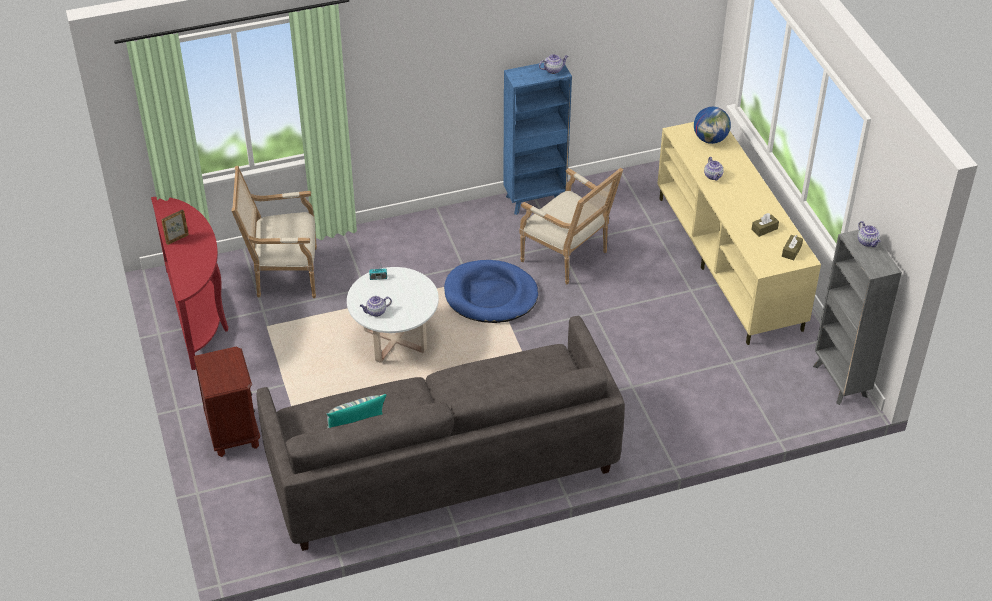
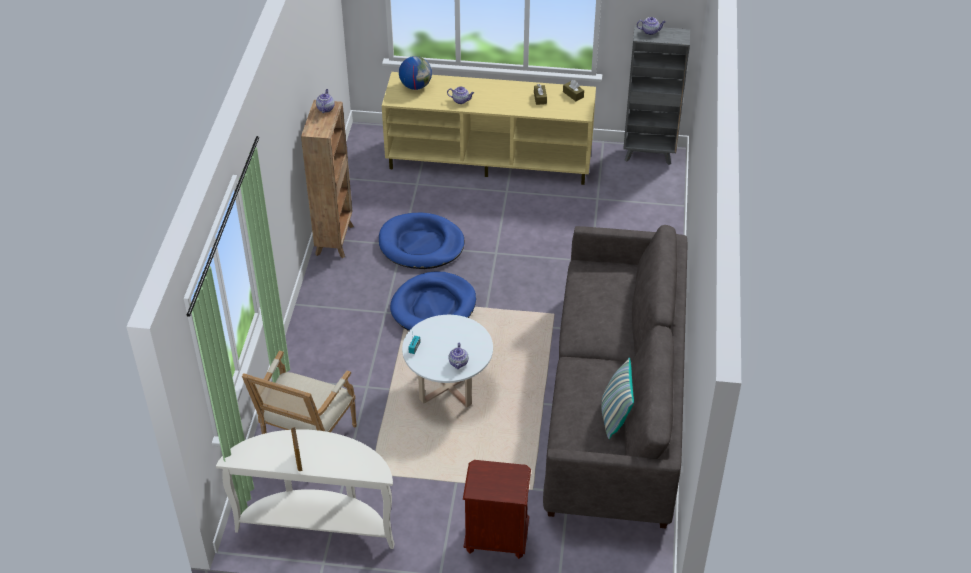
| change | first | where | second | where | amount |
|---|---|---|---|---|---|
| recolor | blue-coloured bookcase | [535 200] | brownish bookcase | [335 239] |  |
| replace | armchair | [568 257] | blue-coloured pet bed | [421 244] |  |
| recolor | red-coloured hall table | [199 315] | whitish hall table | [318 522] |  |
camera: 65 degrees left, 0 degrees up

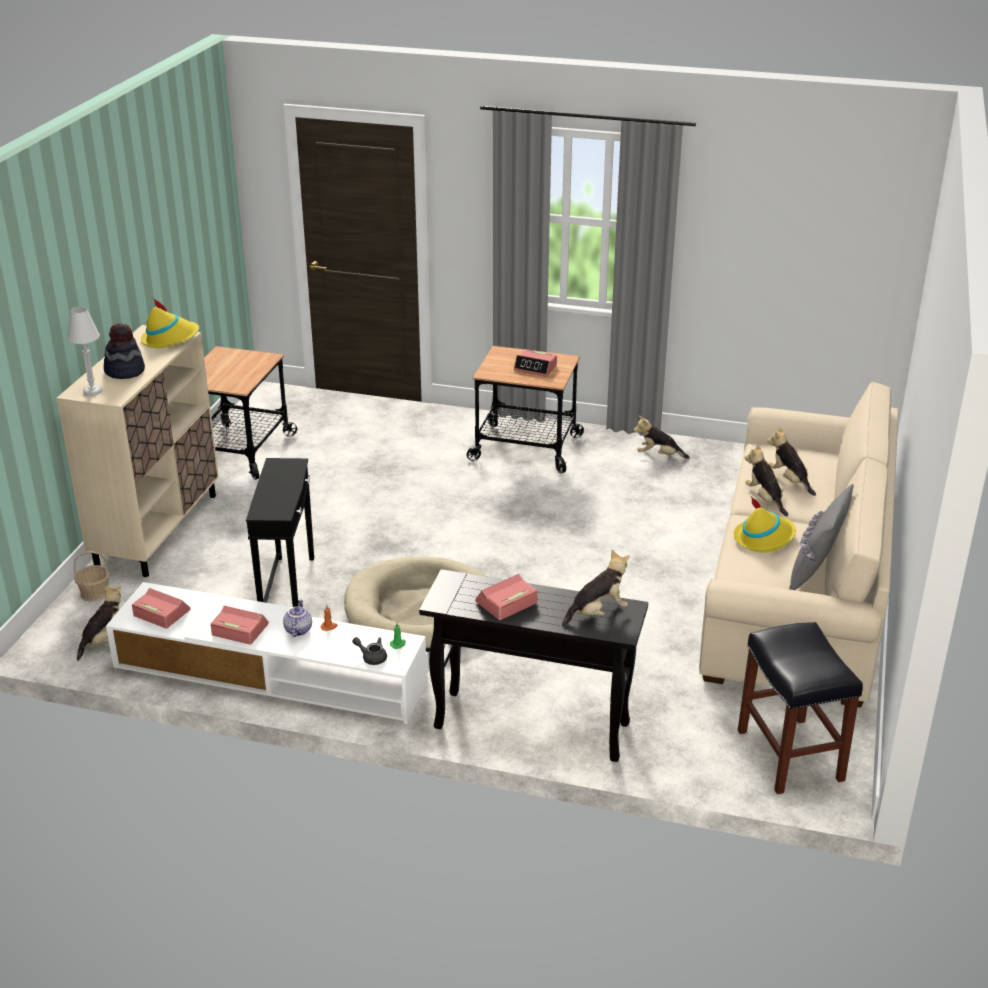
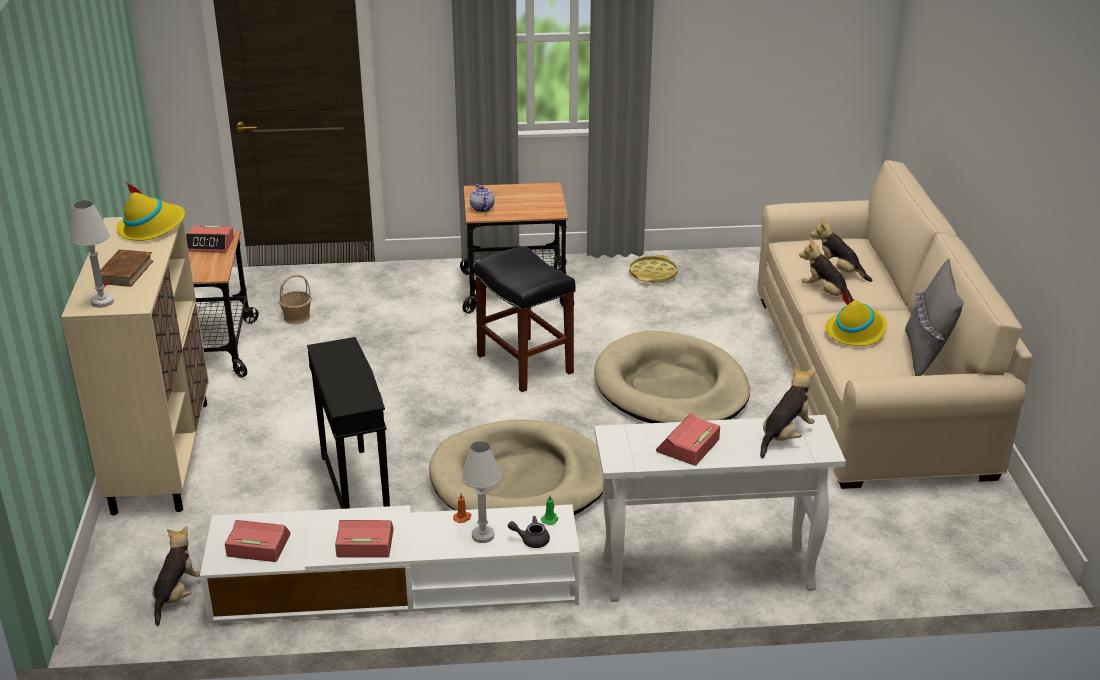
| change | first | where | second | where | amount |
|---|---|---|---|---|---|
| replace | clothing hat | [125 371] | brownish volume | [124 272] |  |
| move | bedside clock | [535 368] |  | [210 245] |  |
| replace | soft toy | [658 455] | yellow serving tray | [653 274] |  |
| move | basket | [94 593] |  | [296 317] |  |
| recolor | blackish hall table | [530 726] | whitish hall table | [705 575] |  |
| move | tea pot | [297 630] |  | [481 208] |  |
| move | blackish stool | [791 756] |  | [526 364] |  |
| insert |  |  | beige pet bed | [671 388] |  |
| insert |  |  | whitish tabletop lamp | [483 535] |  |
camera: 20 degrees left, 0 degrees up

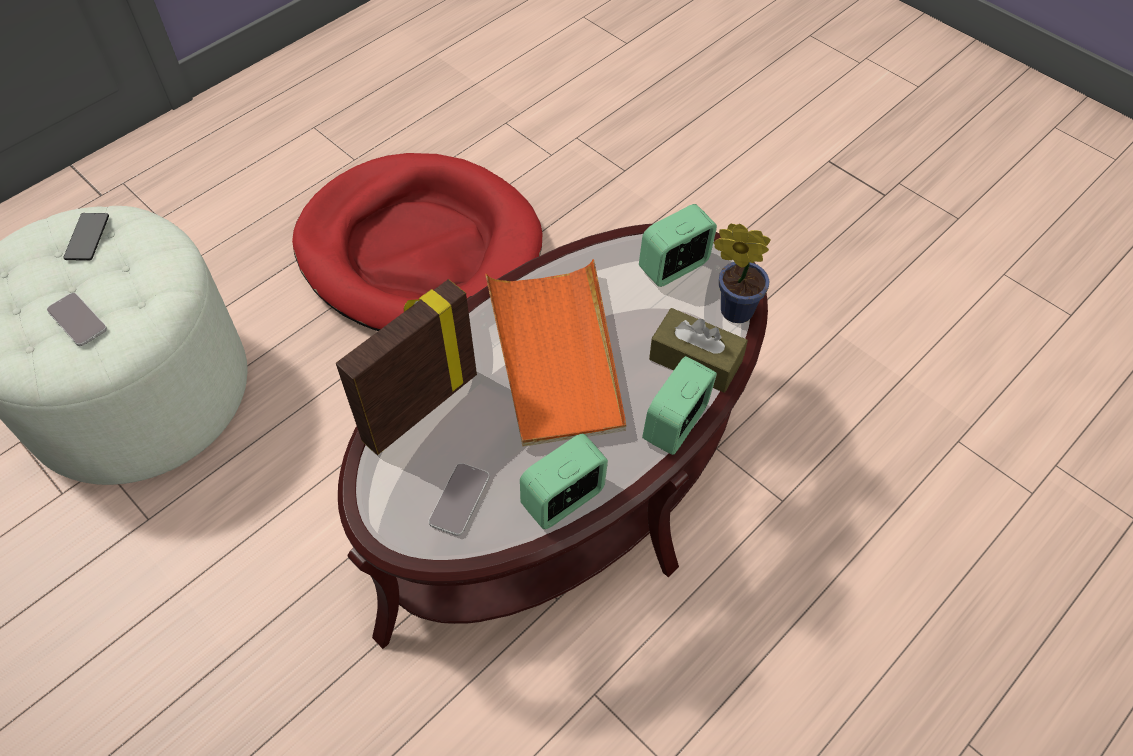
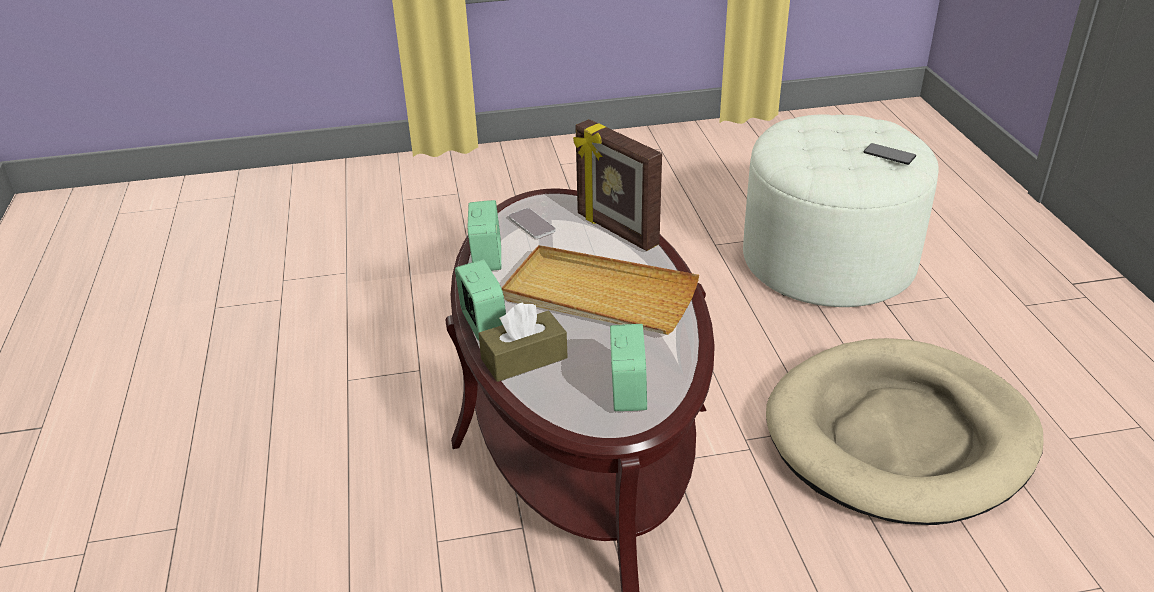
| change | first | where | second | where | amount |
|---|---|---|---|---|---|
| recolor | red-coloured pet bed | [420 250] | beige pet bed | [900 436] |  |
| delete | potted plant | [732 309] |  |  |  |
| recolor | orange serving tray | [556 356] | beige serving tray | [598 296] |  |
| rotate | photo frame | [419 406] |  | [616 230] | 150 degrees clockwise |
| delete | telephone | [77 320] |  |  |  |
camera: 125 degrees right, 20 degrees down

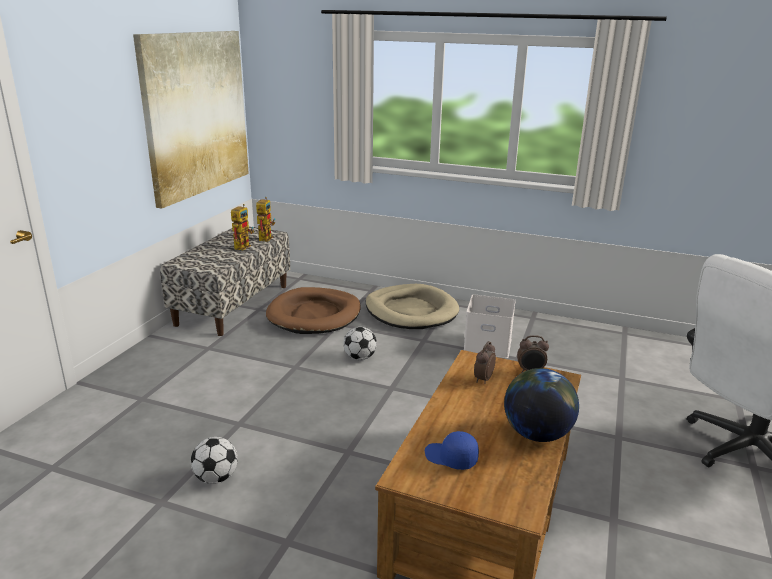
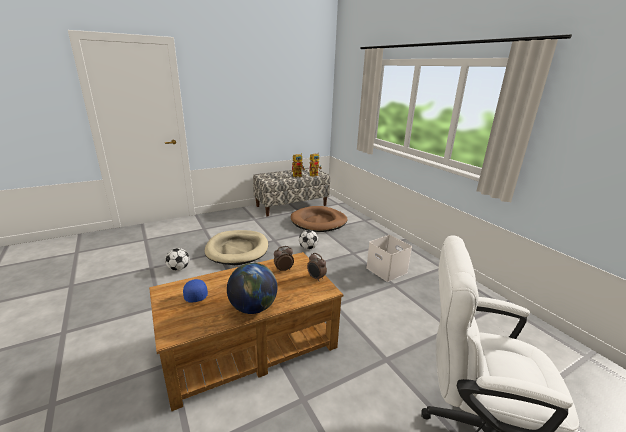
| change | first | where | second | where | amount |
|---|---|---|---|---|---|
| delete | wall picture | [196 114] |  |  |  |
| move | beige pet bed | [411 311] |  | [237 249] |  |
camera: 40 degrees right, 0 degrees up

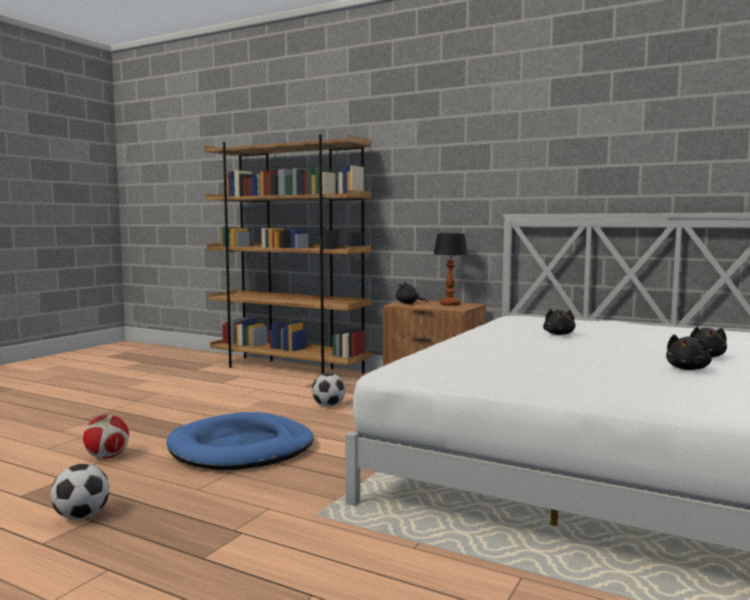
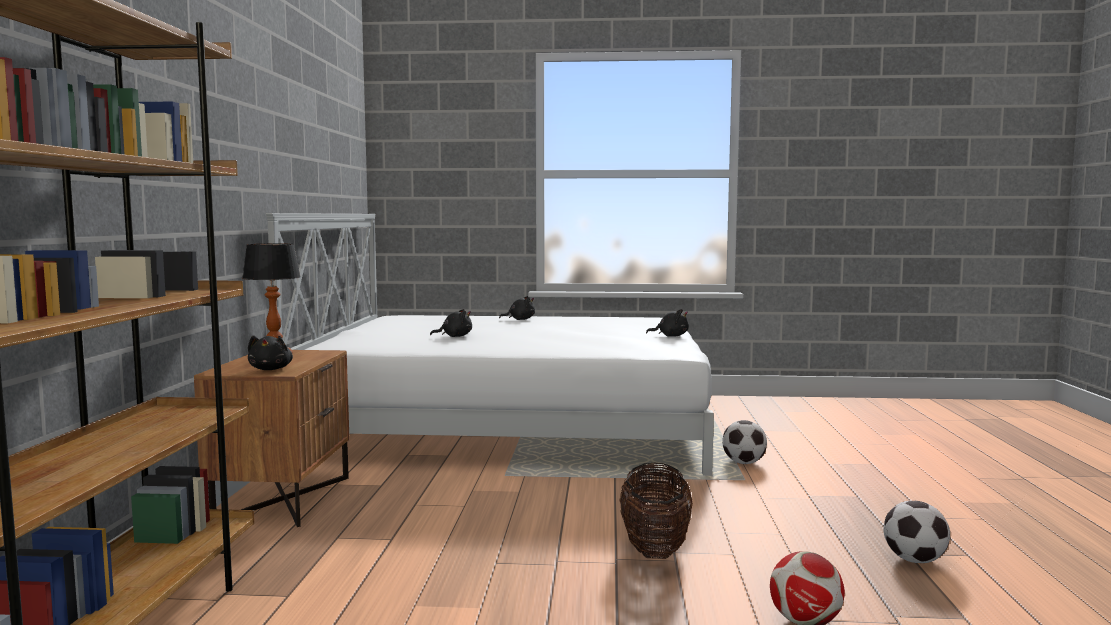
| change | first | where | second | where | amount |
|---|---|---|---|---|---|
| move | blackish soft toy | [688 369] |  | [670 336] |  |
| move | football | [328 406] |  | [743 463] |  |
| replace | blue-coloured pet bed | [242 448] | basket | [655 548] |  |
camera: 115 degrees left, 0 degrees up

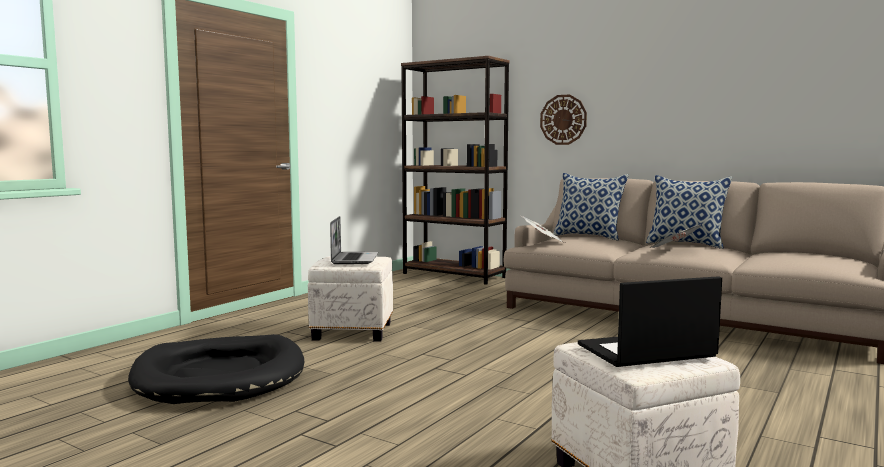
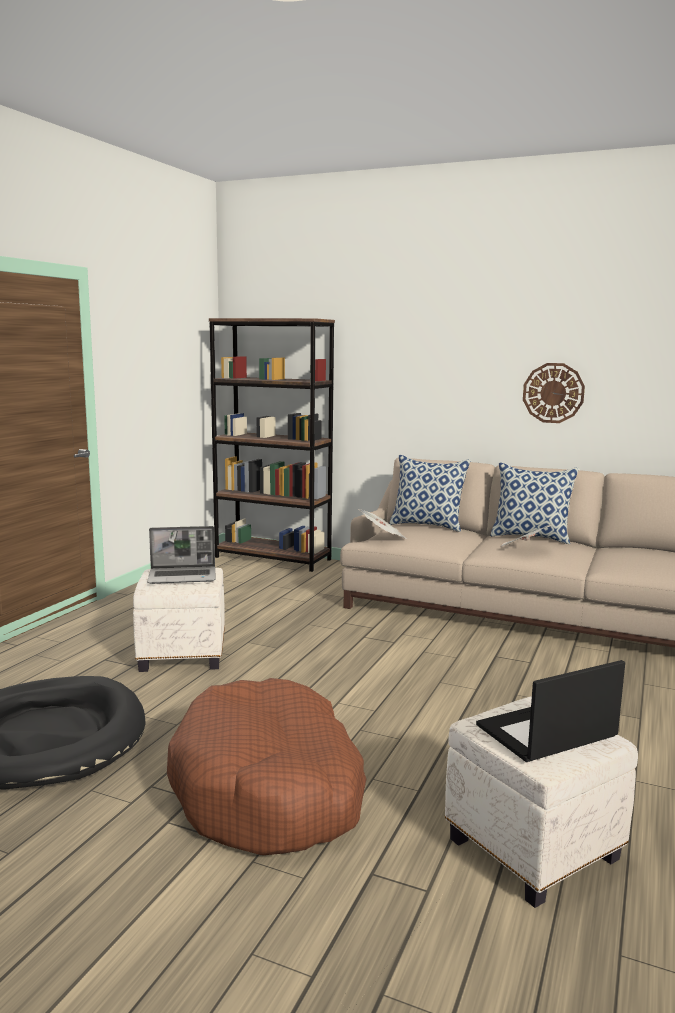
| change | first | where | second | where | amount |
|---|---|---|---|---|---|
| move | wall clock | [563 119] |  | [553 393] |  |
| rotate | laptop | [354 259] |  | [183 576] | 90 degrees clockwise |
| insert |  |  | brownish pet bed | [269 789] |  |
camera: 10 degrees left, 5 degrees up

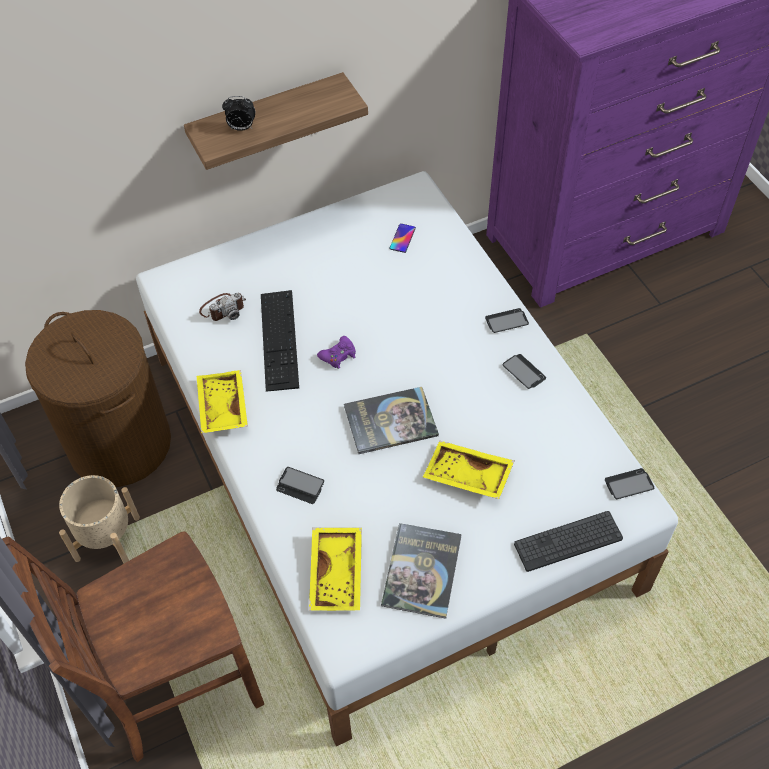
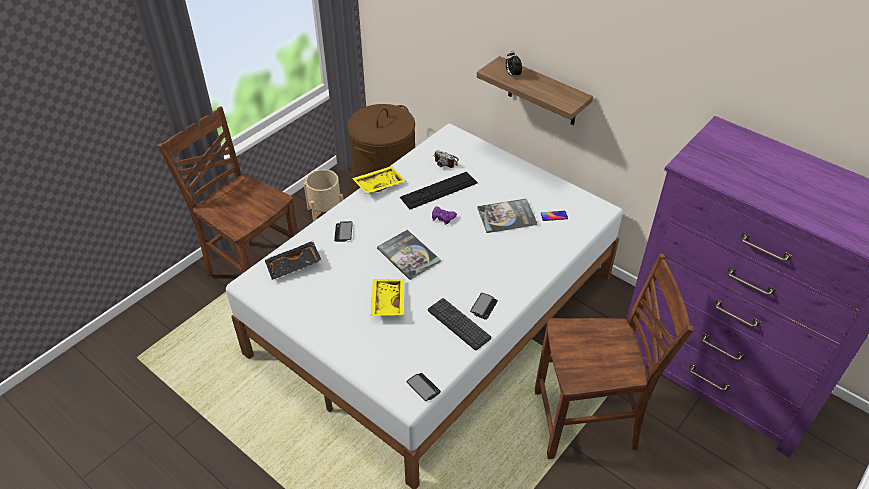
| change | first | where | second | where | amount |
|---|---|---|---|---|---|
| delete | telephone | [506 321] |  |  |  |
| move | keyboard | [568 541] |  | [458 324] |  |
| move | volume | [422 570] |  | [506 216] |  |
| recolor | yellow serving tray | [338 573] | blackish serving tray | [294 266] |  |
| insert |  |  | brownish plain chair | [587 422] |  |
camera: 65 degrees right, 10 degrees down

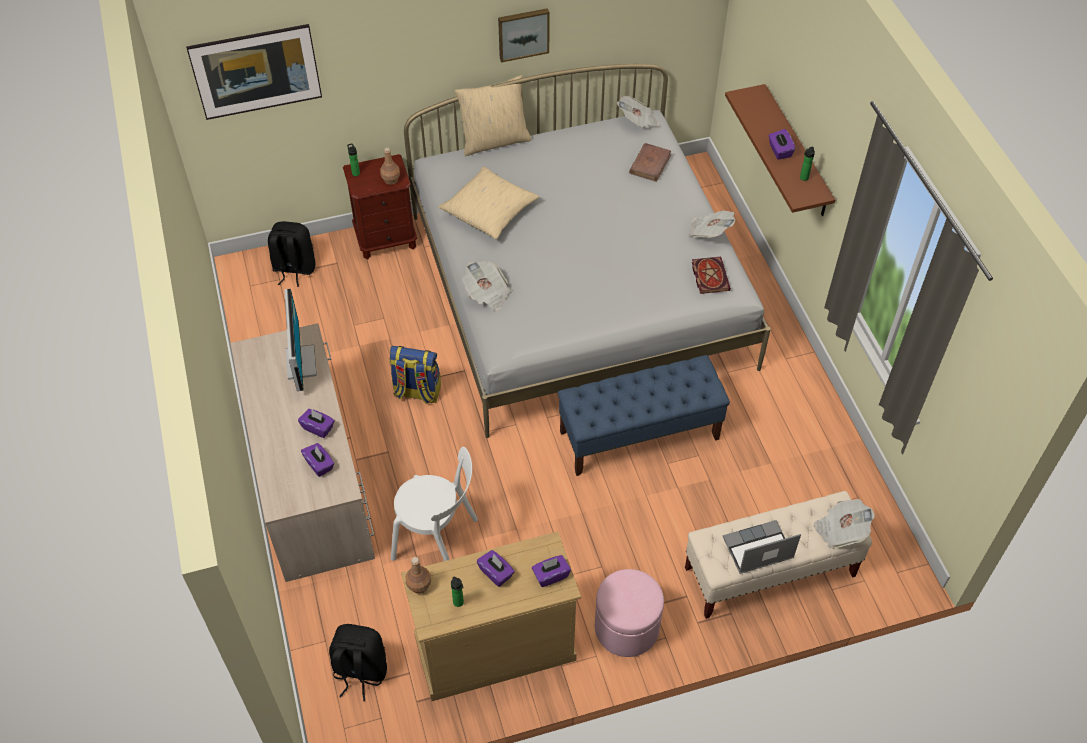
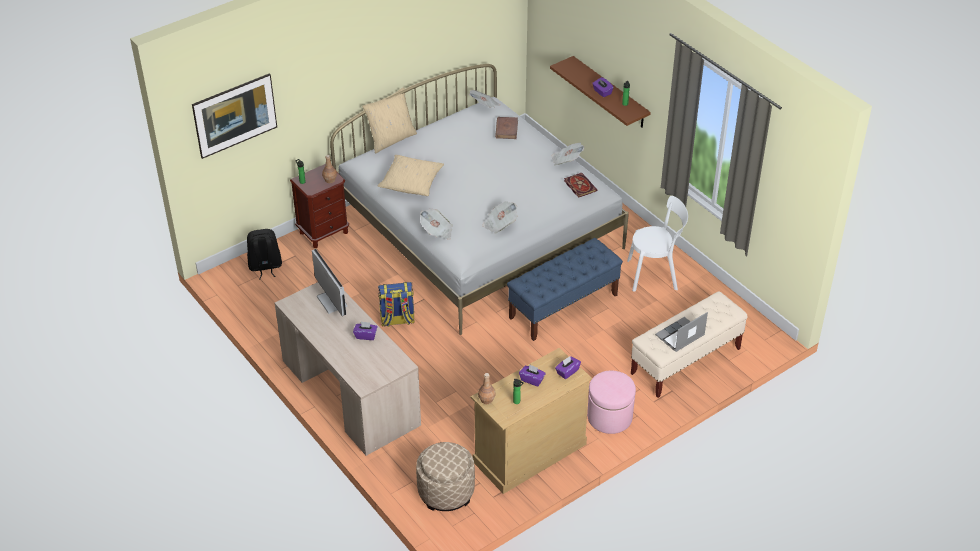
| change | first | where | second | where | amount |
|---|---|---|---|---|---|
| delete | wall picture | [523 33] |  |  |  |
| delete | purple-coloured tissue box | [319 465] |  |  |  |
| move | whitish plain chair | [439 540] |  | [655 274] |  |
| move | newspaper | [840 530] |  | [500 224] |  |
| replace | blackish knapsack | [360 672] | beige footrest | [446 491] |  |
camera: 20 degrees left, 10 degrees down

